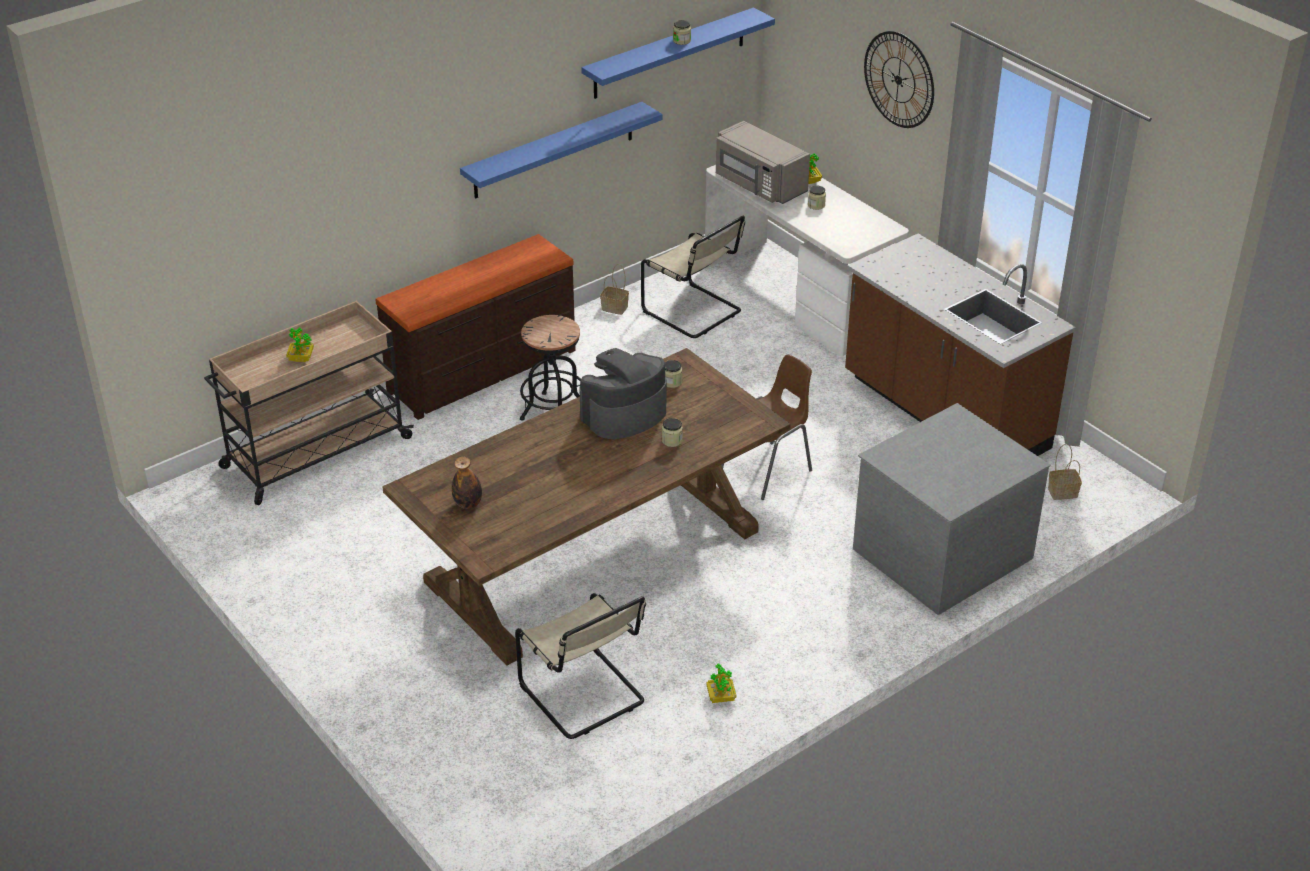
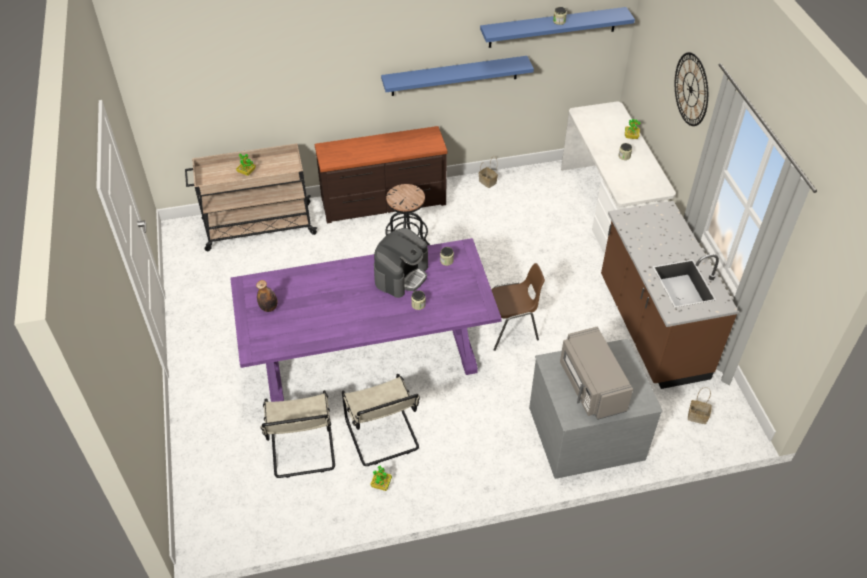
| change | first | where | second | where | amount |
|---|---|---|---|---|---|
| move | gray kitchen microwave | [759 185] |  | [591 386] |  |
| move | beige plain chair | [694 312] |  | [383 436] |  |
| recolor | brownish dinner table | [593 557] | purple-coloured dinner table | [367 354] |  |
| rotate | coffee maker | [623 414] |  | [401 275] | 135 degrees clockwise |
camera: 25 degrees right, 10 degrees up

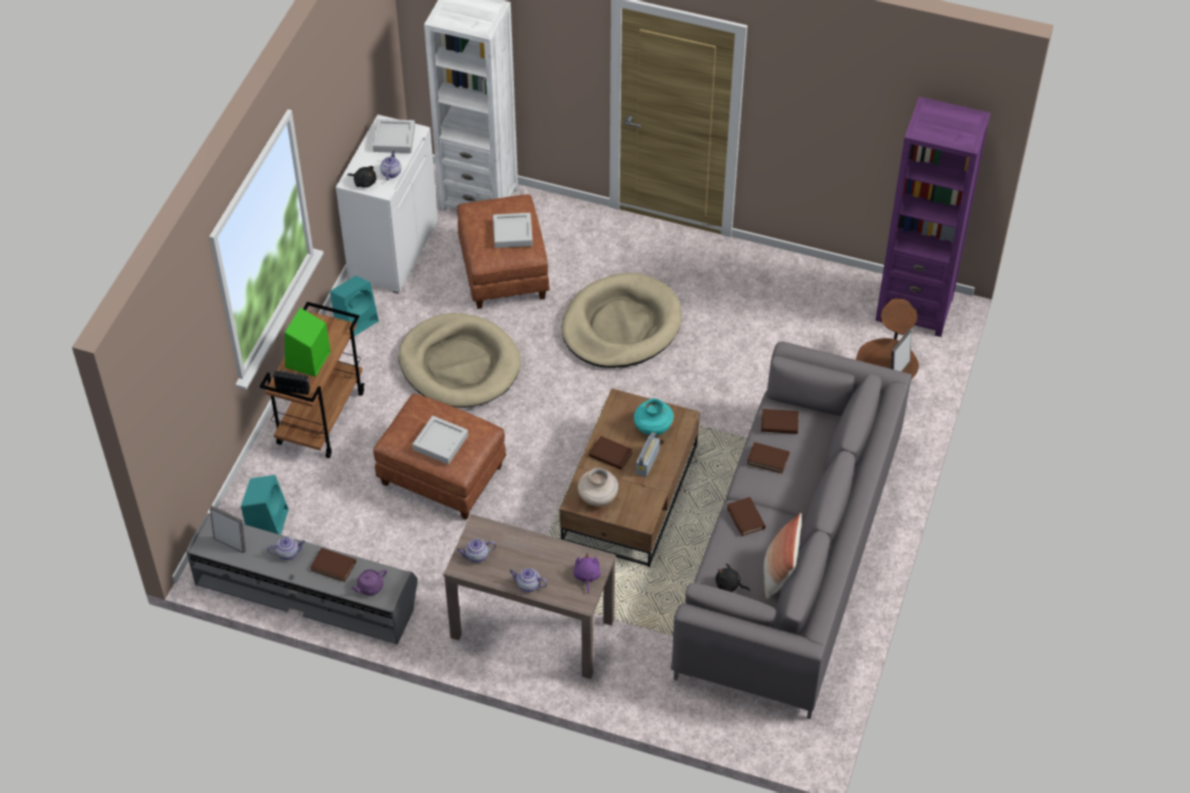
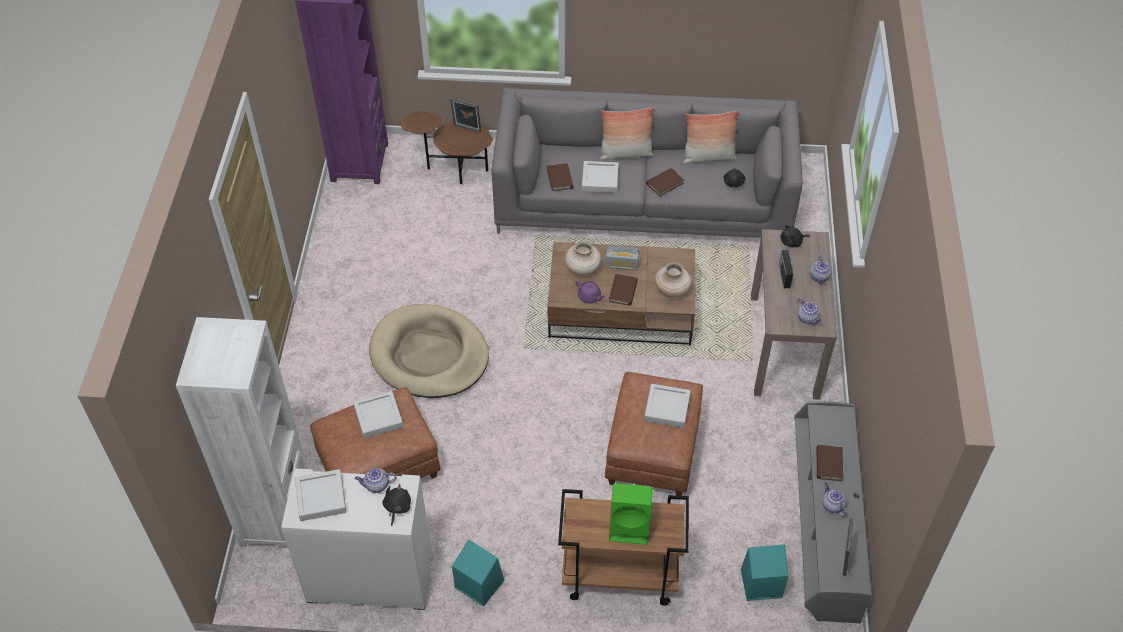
| change | first | where | second | where | amount |
|---|---|---|---|---|---|
| delete | beige pet bed | [459 365] |  |  |  |
| move | radio receiver | [293 390] |  | [784 275] |  |
| recolor | blue-green vase | [652 427] | beige vase | [582 269] |  |
| replace | brownish volume | [768 459] | gray serving tray | [600 180] |  |
| recolor | purple-coloured soft toy | [586 576] | blackish soft toy | [792 242] |  |
| move | purple-coloured tea pot | [369 587] |  | [589 297] |  |
| insert |  |  | cushion | [626 154] |  |
camera: 105 degrees left, 0 degrees up

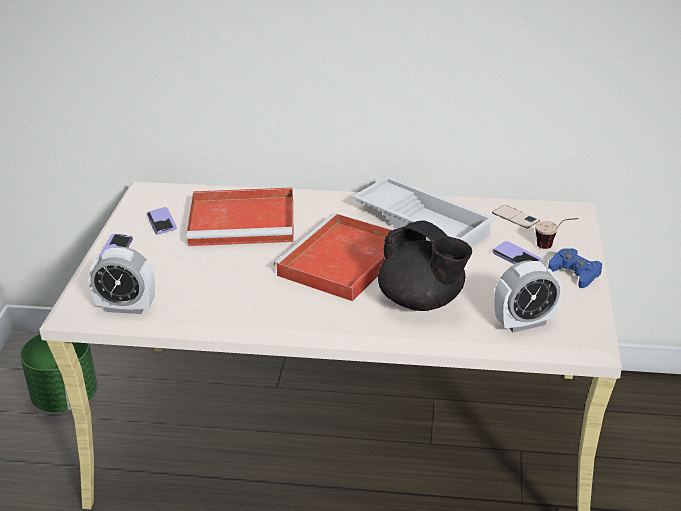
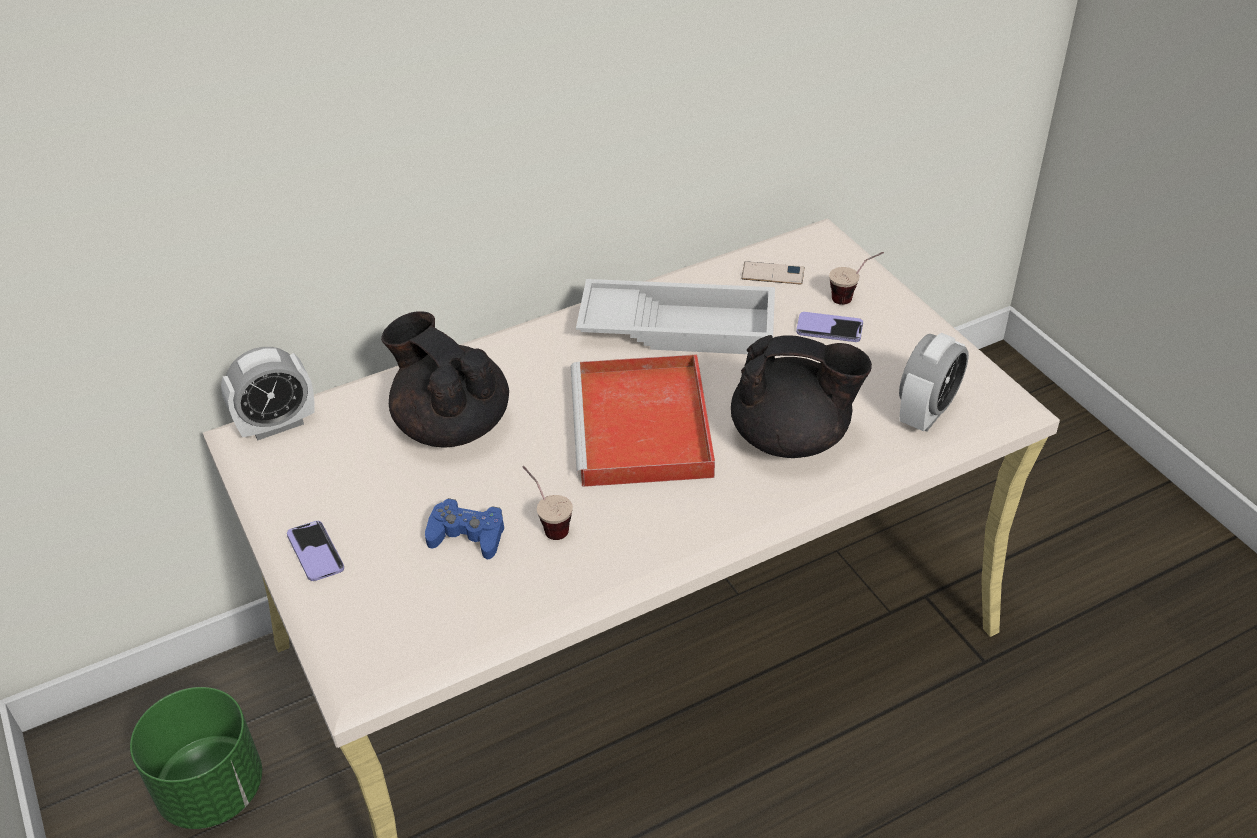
| change | first | where | second | where | amount |
|---|---|---|---|---|---|
| replace | red-coloured serving tray | [244 221] | blackish tea pot | [451 424] |  |
| delete | telephone | [161 222] |  |  |  |
| move | bedside clock | [126 307] |  | [277 425] |  |
| move | blue-coloured gamepad | [575 273] |  | [467 535] |  |
| insert |  |  | drinking cup | [547 524] |  |
camera: 35 degrees left, 10 degrees up

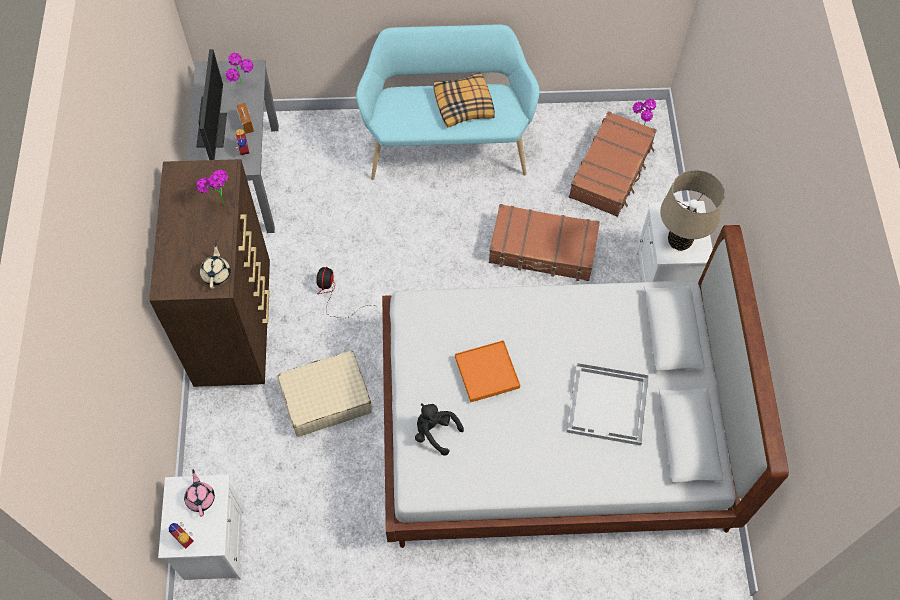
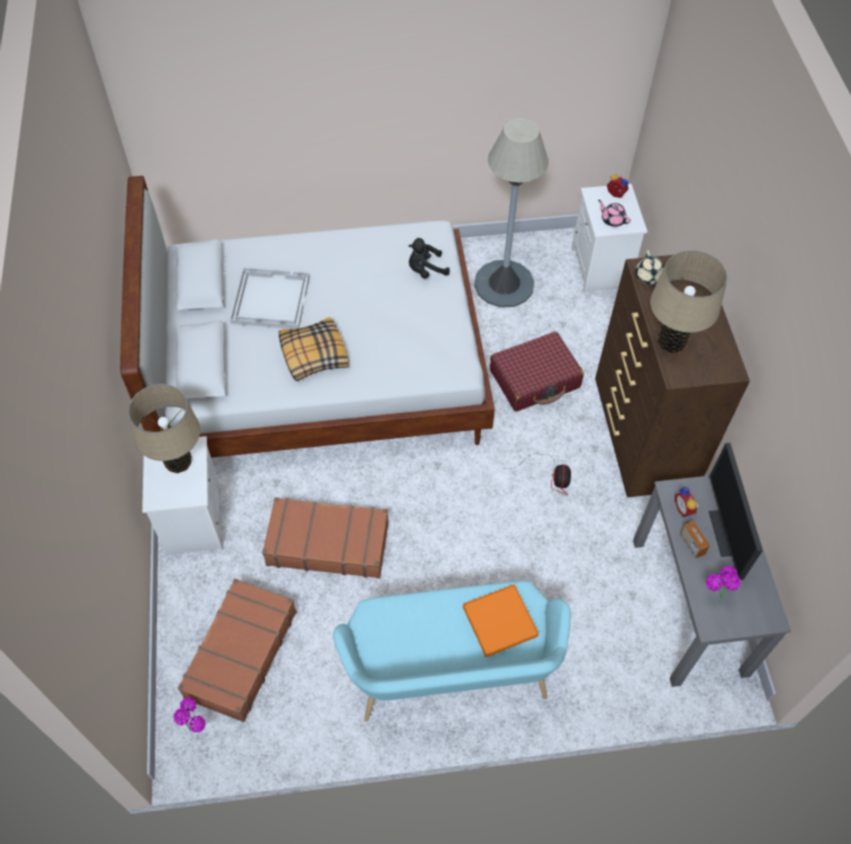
| change | first | where | second | where | amount |
|---|---|---|---|---|---|
| move | cushion | [464 105] |  | [313 354] |  |
| replace | potted plant | [219 202] | beige tabletop lamp | [671 342] |  |
| move | orange serving tray | [487 372] |  | [499 621] |  |
| recolor | beige travel case | [325 399] | red-coloured travel case | [535 379] |  |
| rotate | blackish soft toy | [435 432] |  | [425 270] | 135 degrees clockwise |
| rotate | pink-coloured tea pot | [200 498] |  | [612 220] | 150 degrees clockwise |
| insert |  |  | gray standard lamp | [504 284] |  |
camera: 175 degrees right, 5 degrees down

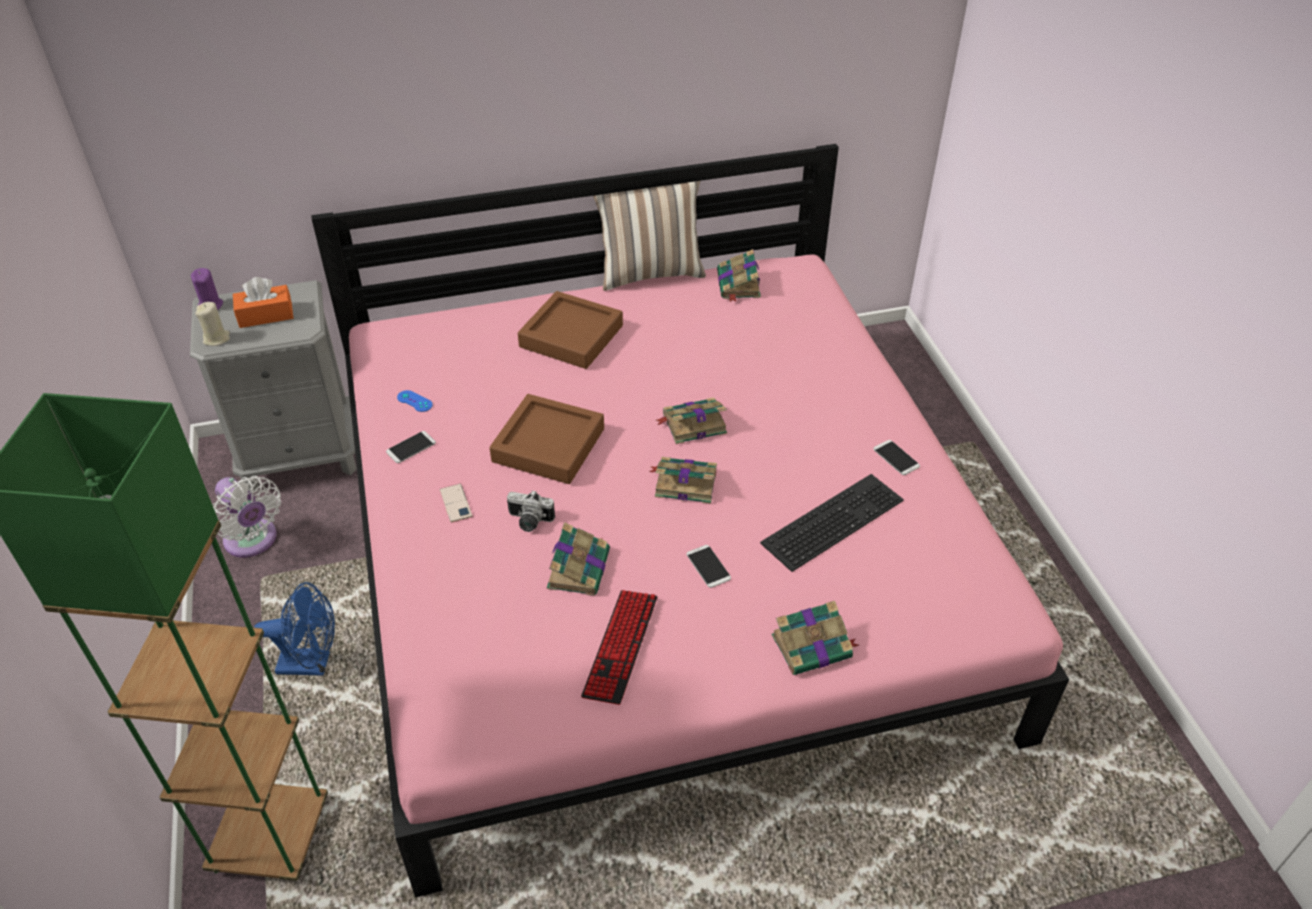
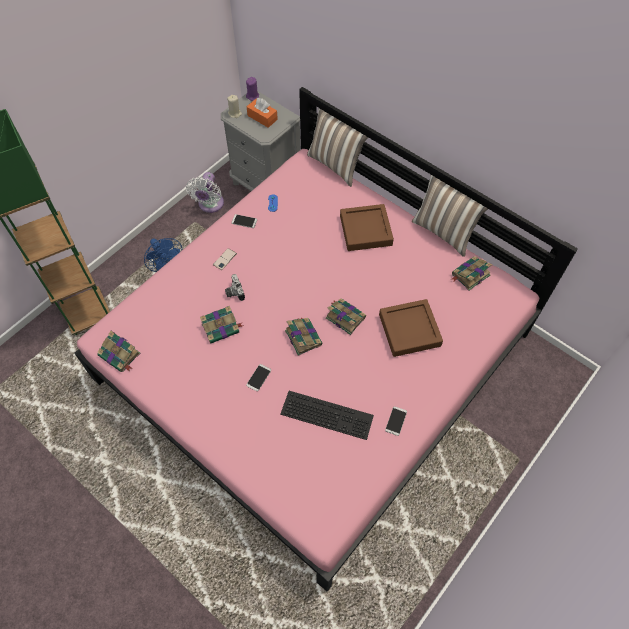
| change | first | where | second | where | amount |
|---|---|---|---|---|---|
| move | brownish serving tray | [548 445] |  | [409 330] |  |
| delete | keyboard | [620 647] |  |  |  |
| move | volume | [813 646] |  | [120 355] |  |
| insert |  |  | cushion | [336 164] |  |
camera: 55 degrees right, 15 degrees up

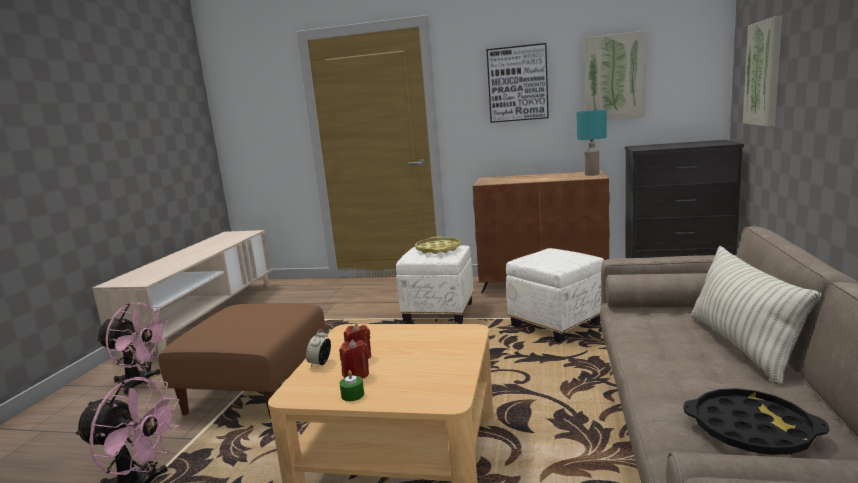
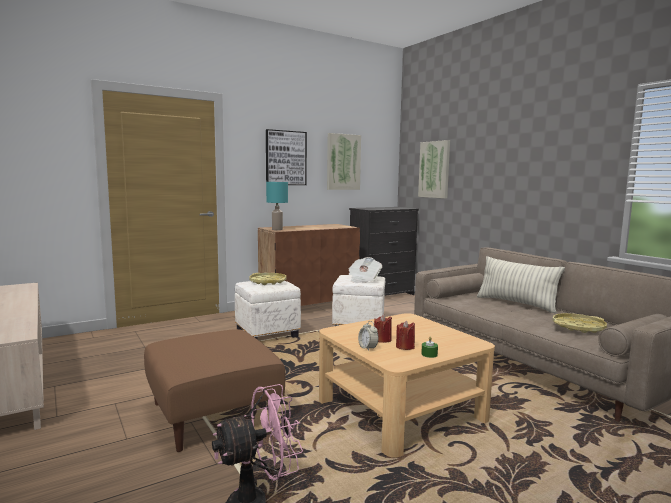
| change | first | where | second | where | amount |
|---|---|---|---|---|---|
| move | blue-green tabletop lamp | [592 174] |  | [277 229] |  |
| delete | pink-coloured fan | [140 383] |  |  |  |
| recolor | blackish serving tray | [751 429] | yellow serving tray | [578 327] |  |
| insert |  |  | newspaper | [363 280] |  |
camera: 45 degrees left, 5 degrees down

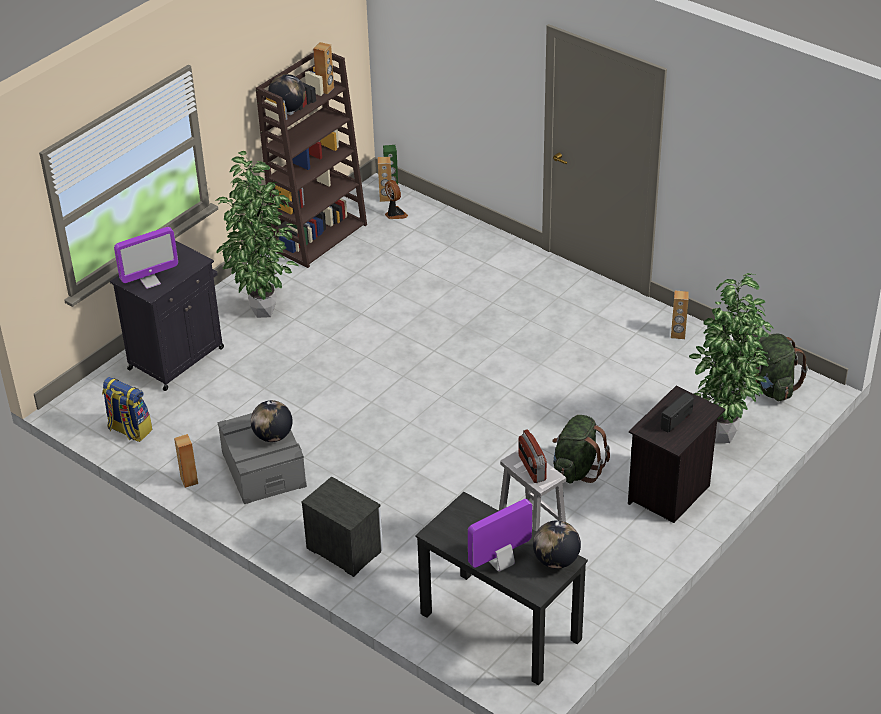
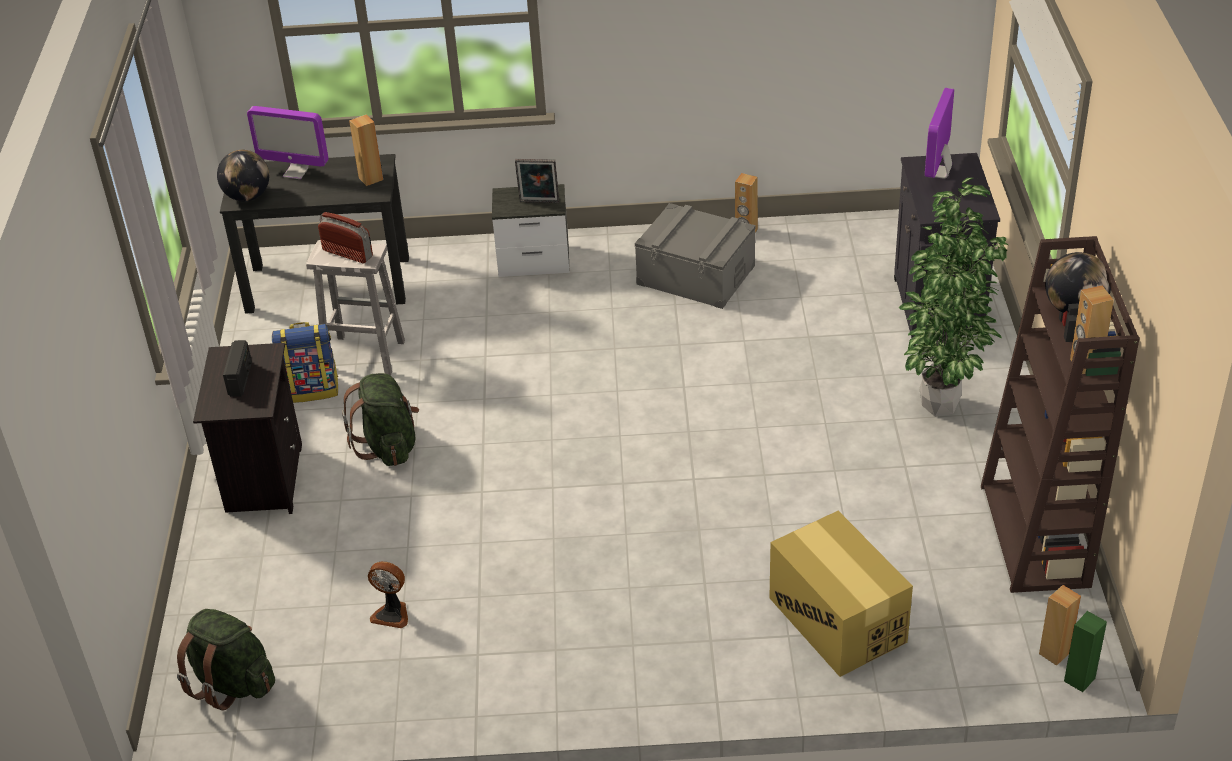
| change | first | where | second | where | amount |
|---|---|---|---|---|---|
| move | fan | [395 214] |  | [392 613] |  |
| delete | potted plant | [723 438] |  |  |  |
| move | brownish audio speaker | [678 334] |  | [370 178] |  |
| move | knapsack | [129 430] |  | [312 389] |  |
| delete | globe | [273 436] |  |  |  |
| rotate | computer display | [501 563] |  | [296 172] | 90 degrees clockwise |
| insert |  |  | photo frame | [539 203] |  |
| insert |  |  | packing box | [837 620] |  |
camera: 140 degrees right, 0 degrees up

